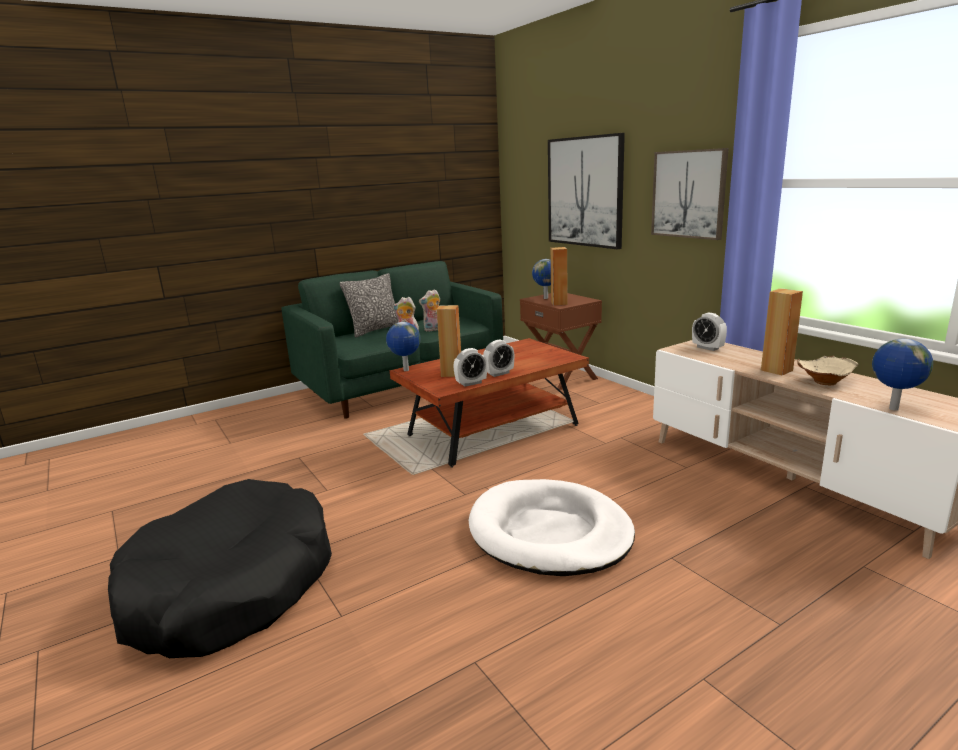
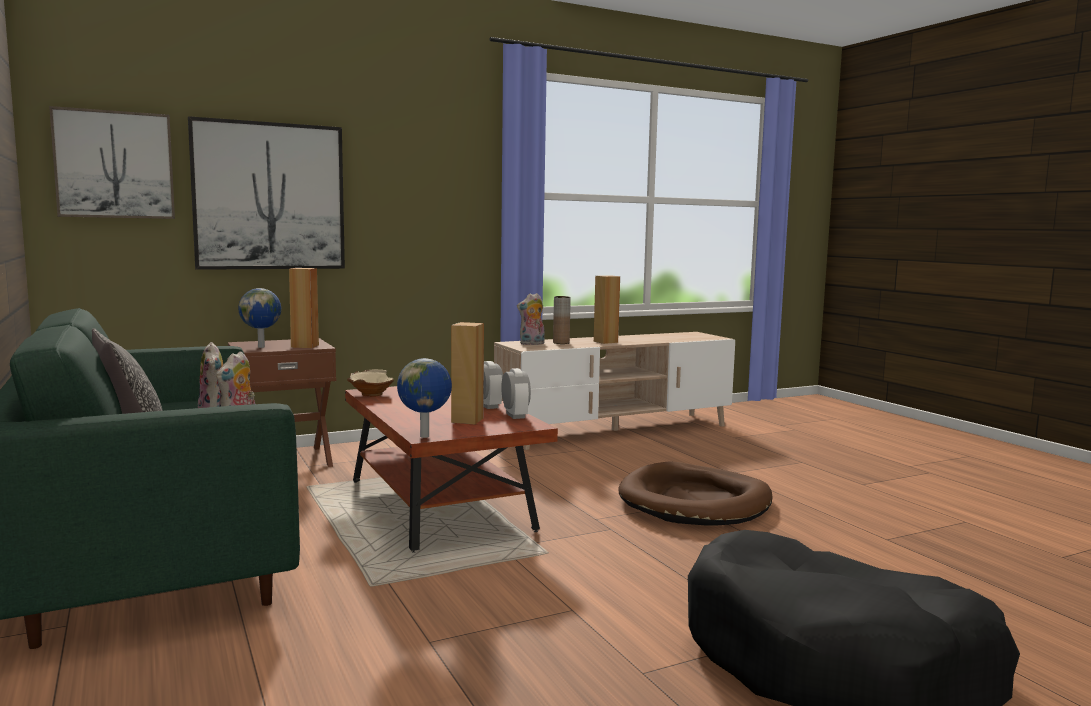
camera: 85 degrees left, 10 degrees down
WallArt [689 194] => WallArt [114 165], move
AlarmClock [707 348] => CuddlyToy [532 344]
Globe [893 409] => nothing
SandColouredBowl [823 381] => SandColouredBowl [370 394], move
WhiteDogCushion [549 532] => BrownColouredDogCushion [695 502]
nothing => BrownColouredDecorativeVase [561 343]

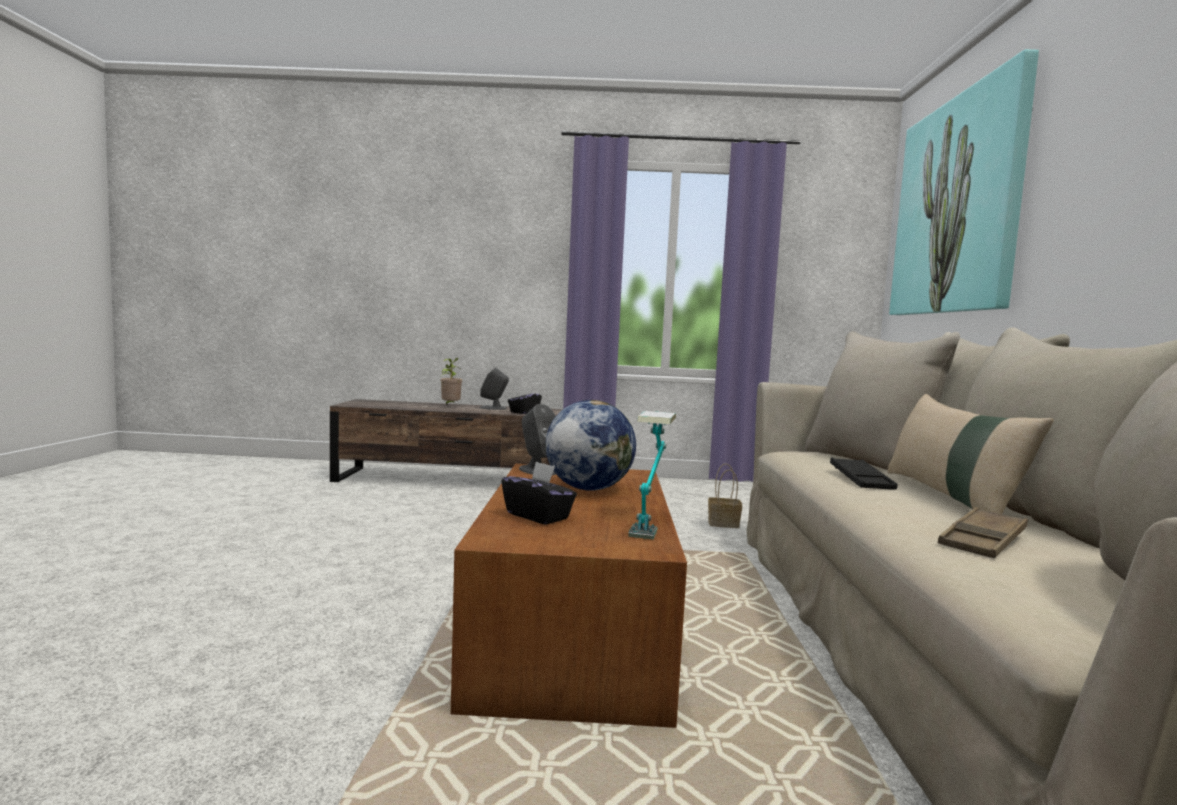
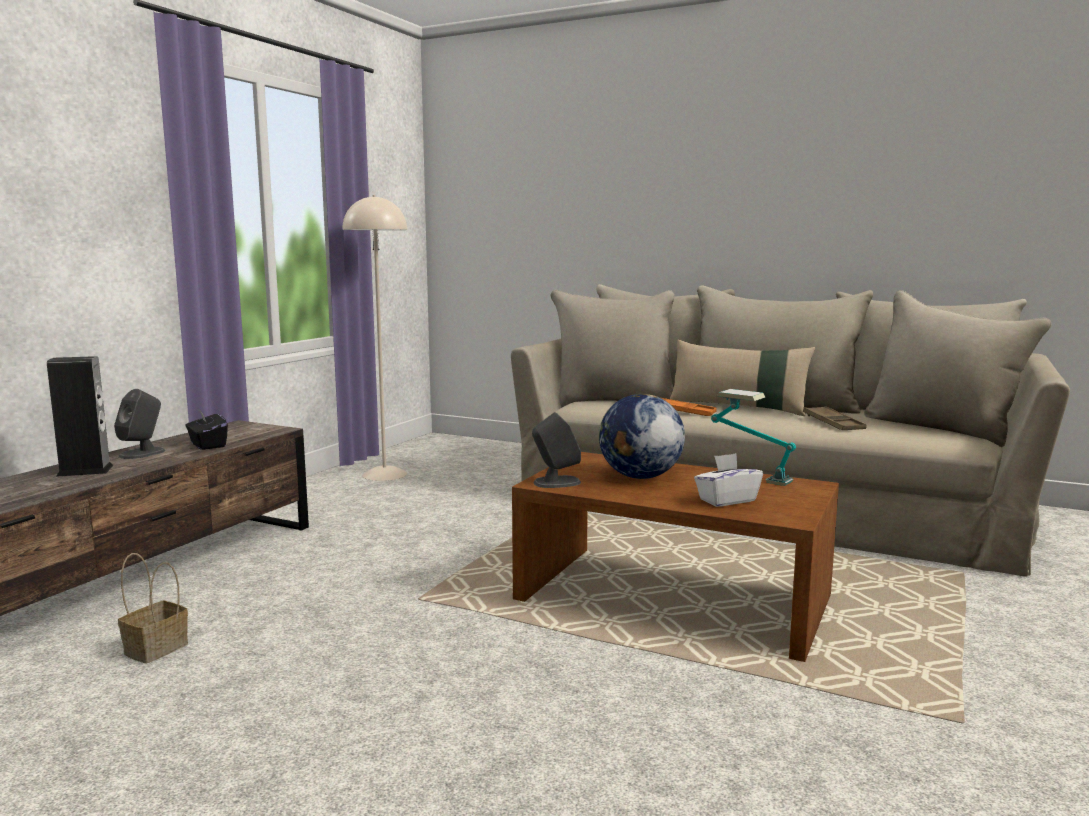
camera: 65 degrees left, 5 degrees up
WallArt [958 206] => nothing
PlantInAPot [450 407] => Speaker [85 470]
BlackServingTray [861 480] => OrangeColouredServingTray [684 412]
BlackTissueHolder [538 516] => WhiteTissueHolder [726 500]
HouseholdBasket [724 523] => HouseholdBasket [157 648], move
nothing => SandColouredStandingLamp [385 474]

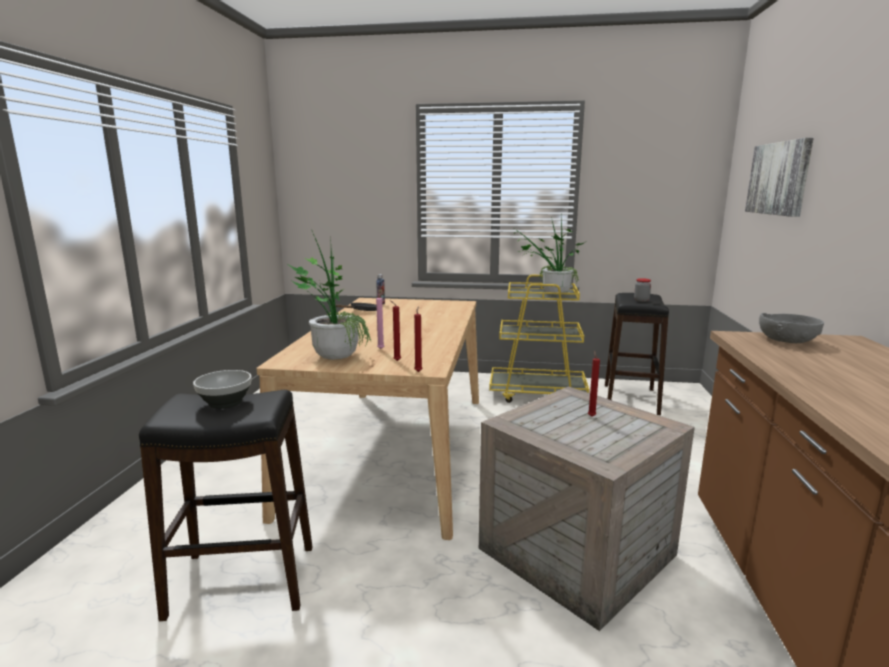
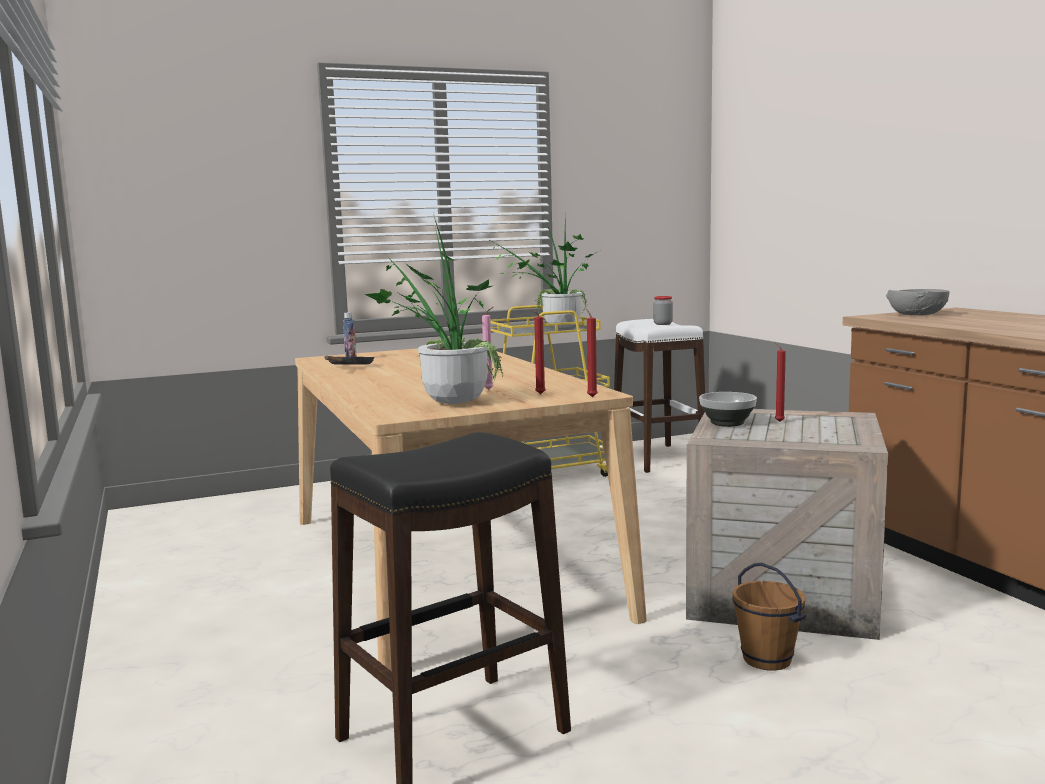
camera: 30 degrees left, 5 degrees down
WallArt [779 178] => nothing
BlackSittingStool [631 399] => WhiteSittingStool [658 458]
Bowl [225 403] => Bowl [728 423], move
nothing => BrownColouredWaterBucket [767 659]

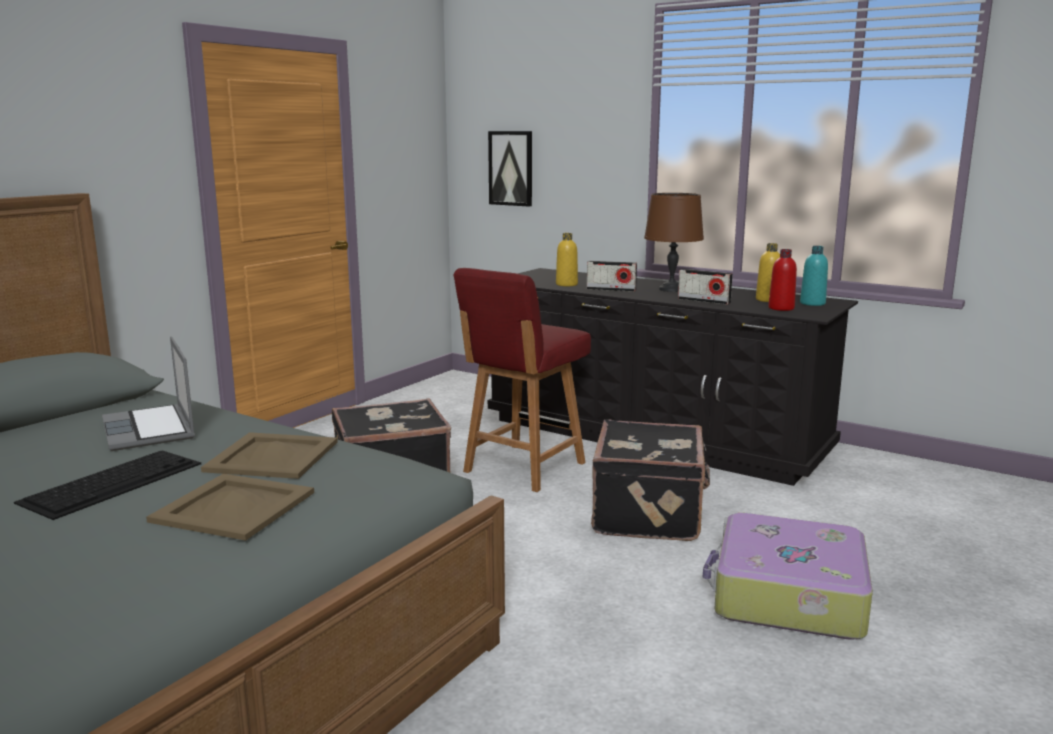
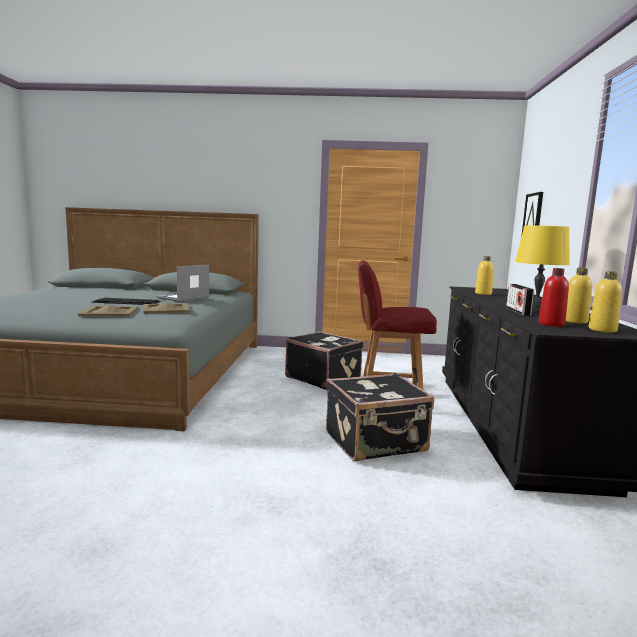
camera: 60 degrees right, 5 degrees down
BrownColouredTabletopLamp [672 289] => YellowishTabletopLamp [536 306]
TurquoiseBottle [812 303] => YellowishBottle [602 330]
Radio [611 290] => nothing
TravelCase [787 595] => nothing

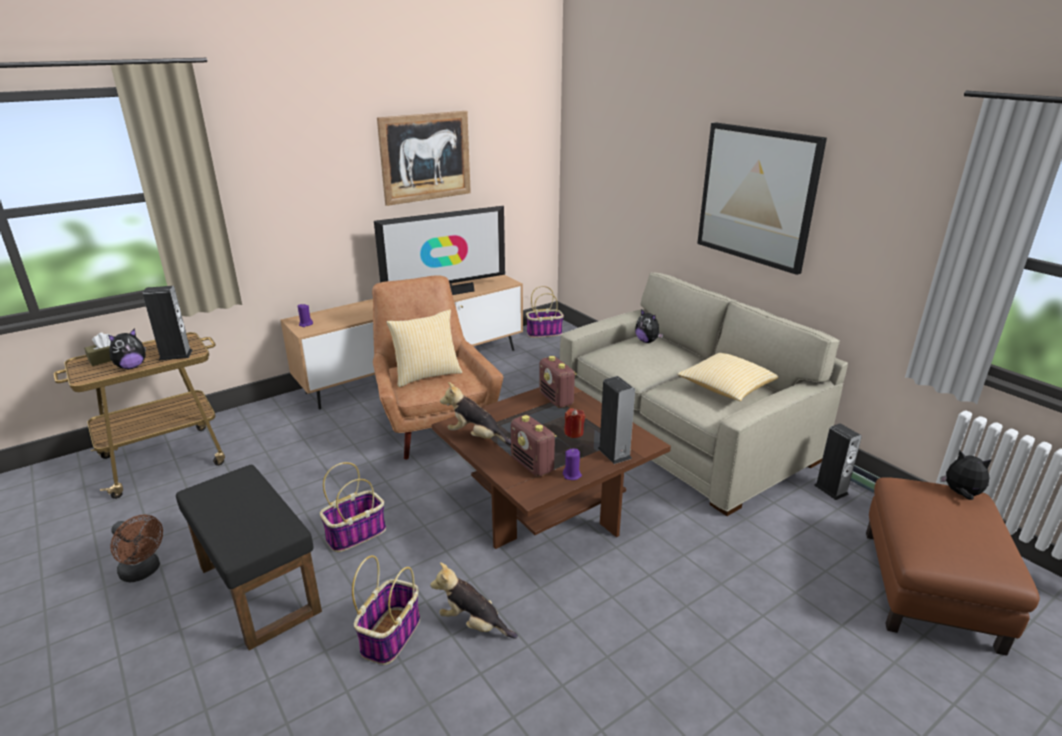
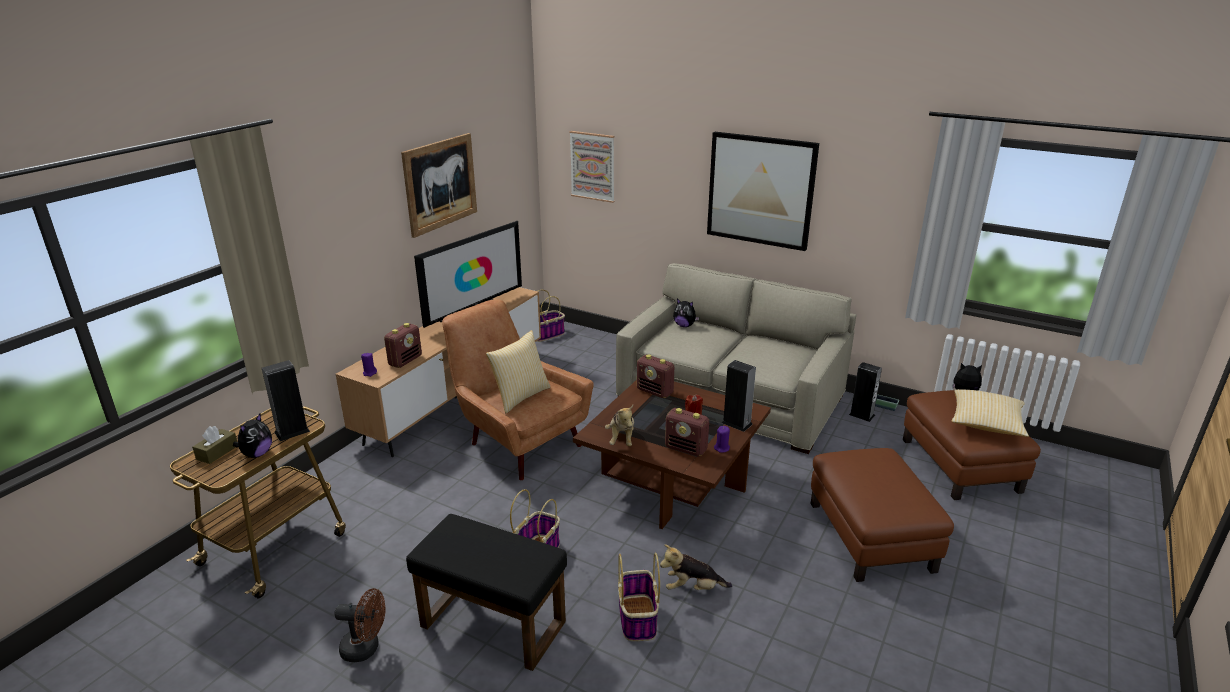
camera: 25 degrees left, 0 degrees up
Pillow [725 389] => Pillow [985 424], move
CuddlyToy [476 437] => CuddlyToy [621 438], 90 degrees counterclockwise
nothing => WallArt [593 166]
nothing => Radio [405 360]
nothing => BrownColouredPouffe [871 536]

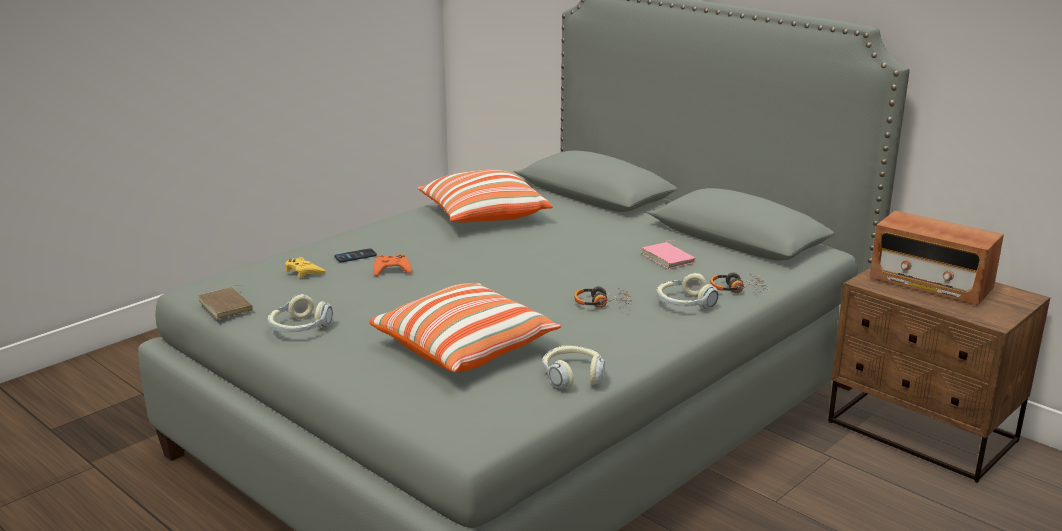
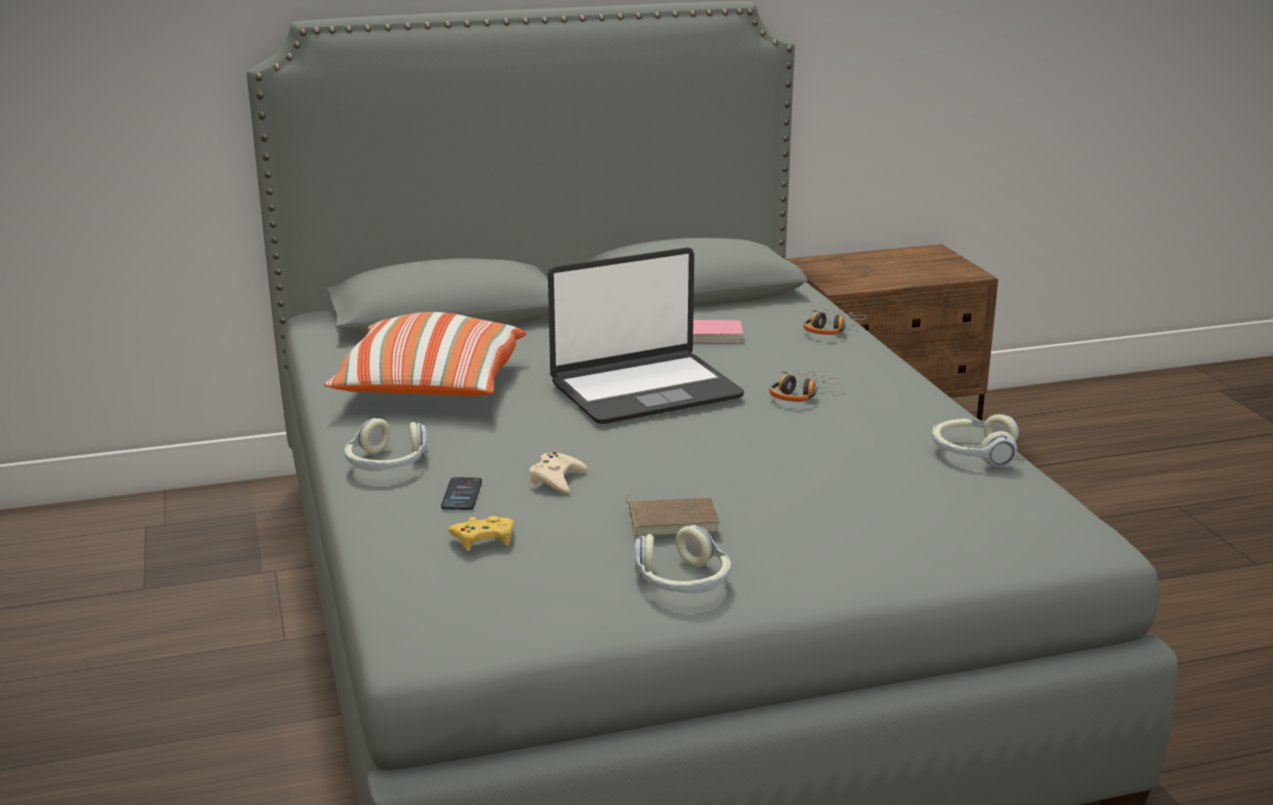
camera: 60 degrees left, 0 degrees up
Radio [930 285] => nothing
OrangeColouredJoypad [391 269] => SandColouredJoypad [557 479]
PairOfHeadphones [684 304] => PairOfHeadphones [387 465], move
Pillow [466 348] => nothing
BrownColouredBook [227 306] => BrownColouredBook [673 520], move
nothing => Laptop [644 390]

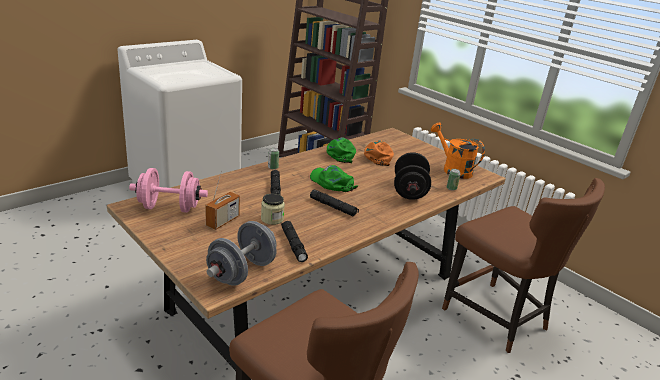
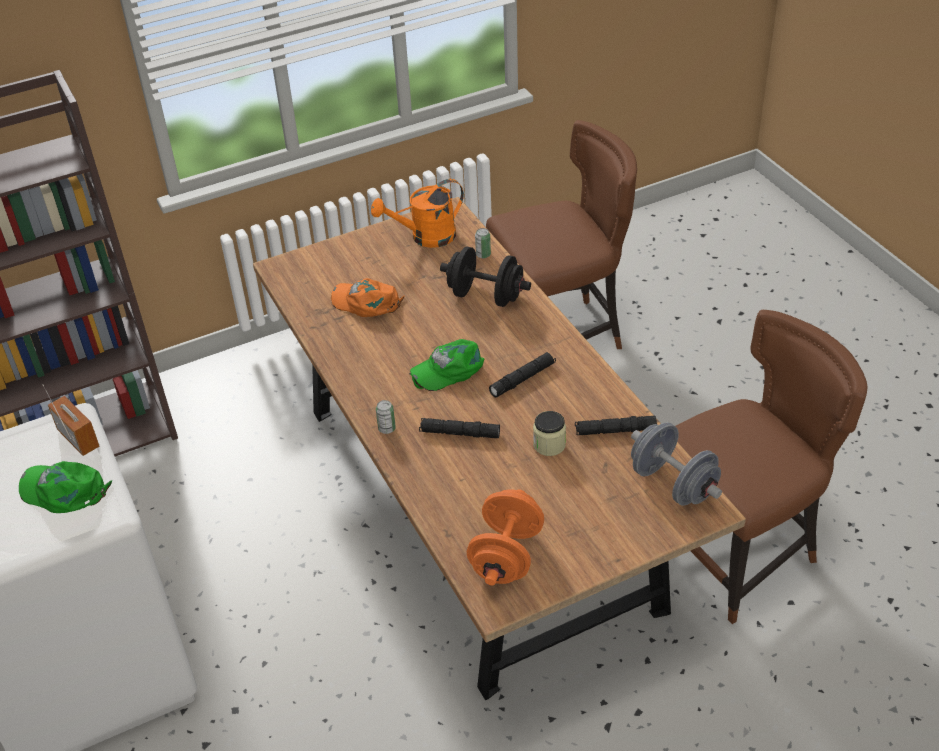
camera: 70 degrees left, 15 degrees up
GreenishBaseballCap [341 153] => GreenishBaseballCap [64 491], move
PinkColouredHandWeight [169 208] => OrangeColouredHandWeight [506 556]
Radio [223 221] => Radio [78 439], move

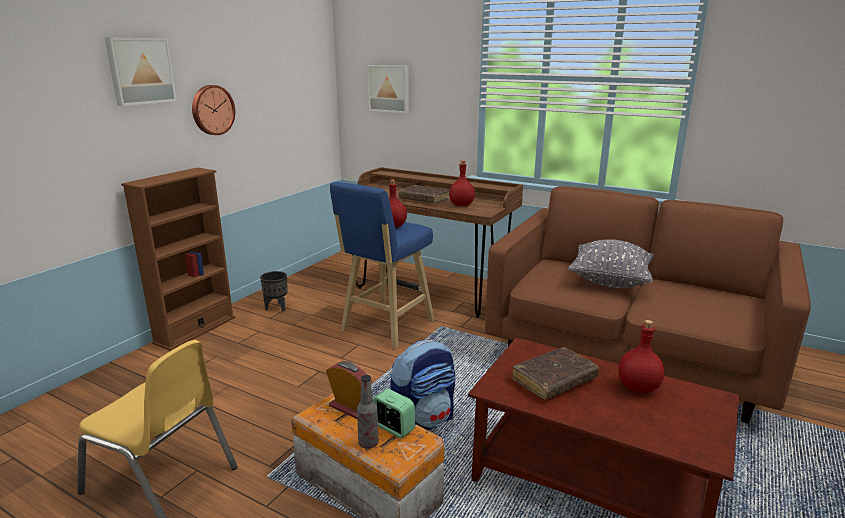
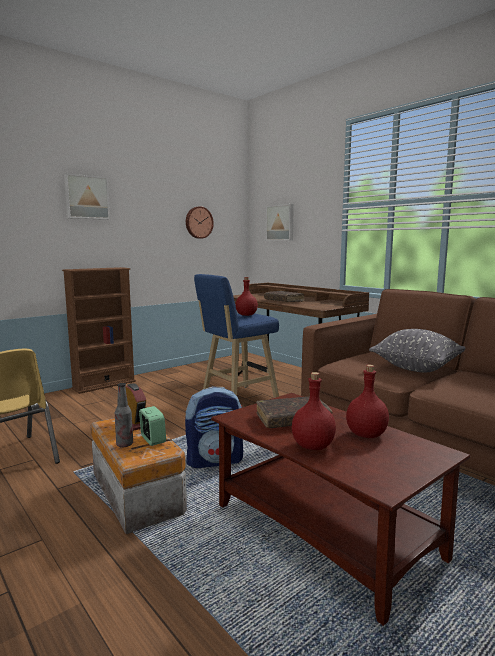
camera: 20 degrees right, 10 degrees down
WallClock [212 110] => WallClock [198 222], move
RedColouredBottle [461 205] => RedColouredBottle [312 446], move
BlackPlanter [277 307] => nothing

